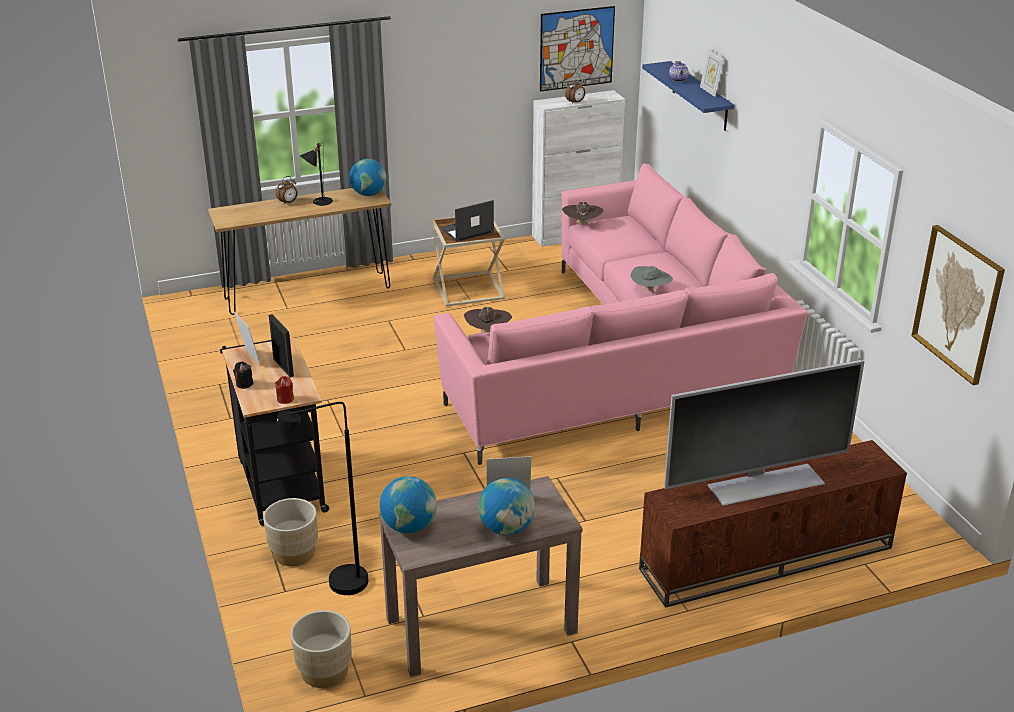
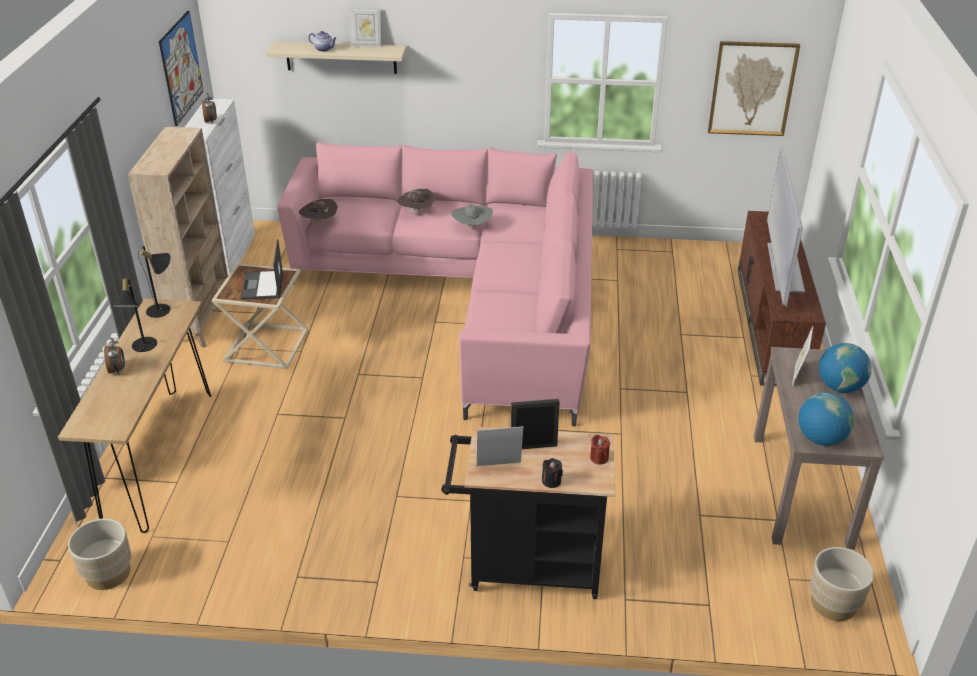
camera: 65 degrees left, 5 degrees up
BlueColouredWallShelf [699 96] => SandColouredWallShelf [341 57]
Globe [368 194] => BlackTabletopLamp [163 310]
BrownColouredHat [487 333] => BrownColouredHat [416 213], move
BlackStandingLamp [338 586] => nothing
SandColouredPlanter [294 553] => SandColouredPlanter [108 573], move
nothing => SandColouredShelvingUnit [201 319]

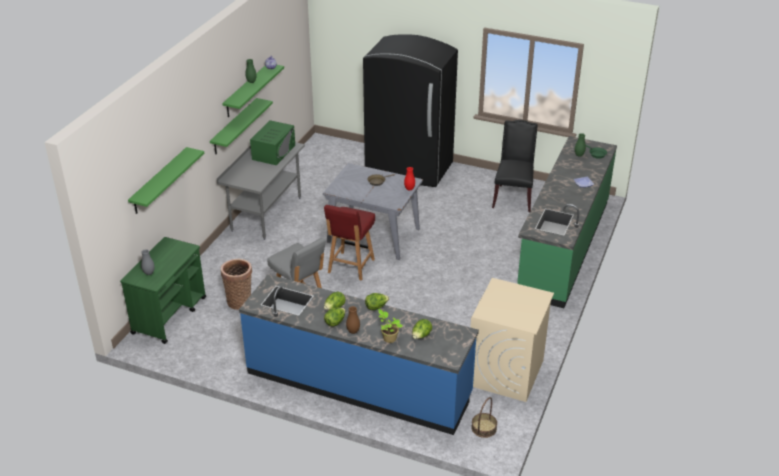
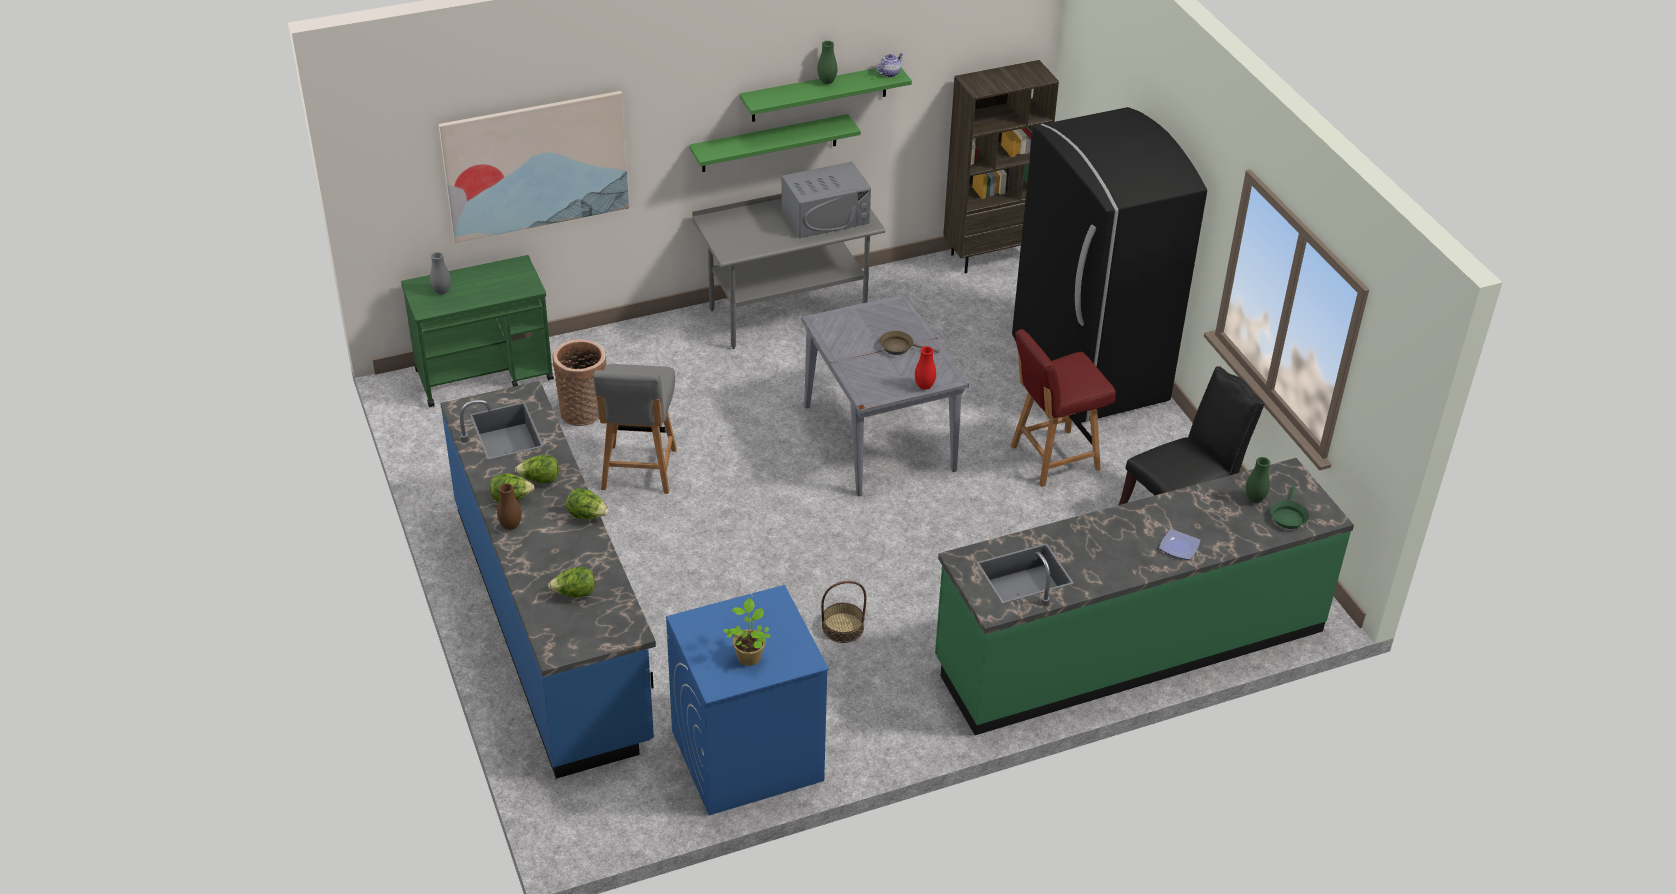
camera: 45 degrees right, 5 degrees up
GreenishKitchenMicrowave [274 152] => GreyKitchenMicrowave [825 217]
GreenishWallShelf [159 181] => WallArt [536 165]
RedColouredChair [350 266] => RedColouredChair [1052 458], move
SandColouredLaundryMachine [505 372] => BlueColouredLaundryMachine [746 756]
PlantInAPot [389 338] => PlantInAPot [749 656], move
HouseholdBasket [484 428] => HouseholdBasket [843 627], move
nothing => BrownColouredShelvingUnit [990 255]

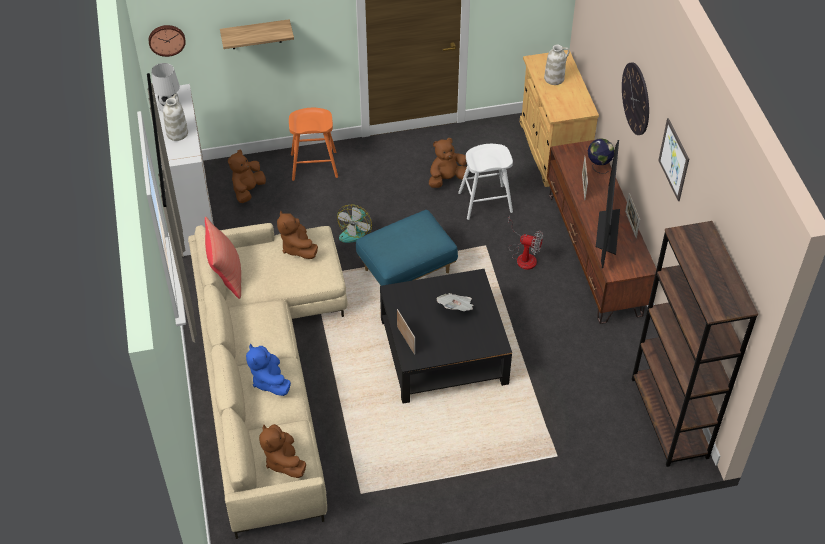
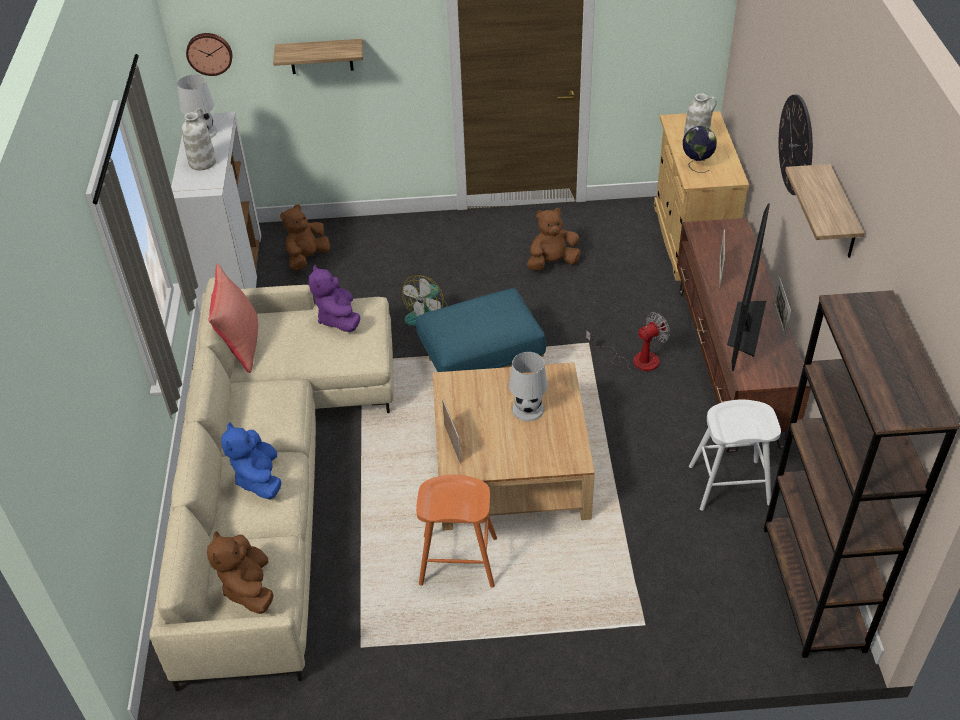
camera: 10 degrees right, 5 degrees down
OrangeColouredSittingStool [314 166] => OrangeColouredSittingStool [458 561], move
WallArt [674 159] => WallShelf [842 215]
Globe [598 166] => Globe [696 165], move
WhiteSittingStool [485 202] => WhiteSittingStool [729 485], move
BrownColouredCuddlyToy [297 247] => PurplishCuddlyToy [338 318]
ElectricFan [523 256] => ElectricFan [636 359], 60 degrees counterclockwise
BlackLowTable [443 351] => SandColouredLowTable [510 468]
DailyPaper [456 308] => WhiteTabletopLamp [528 409]

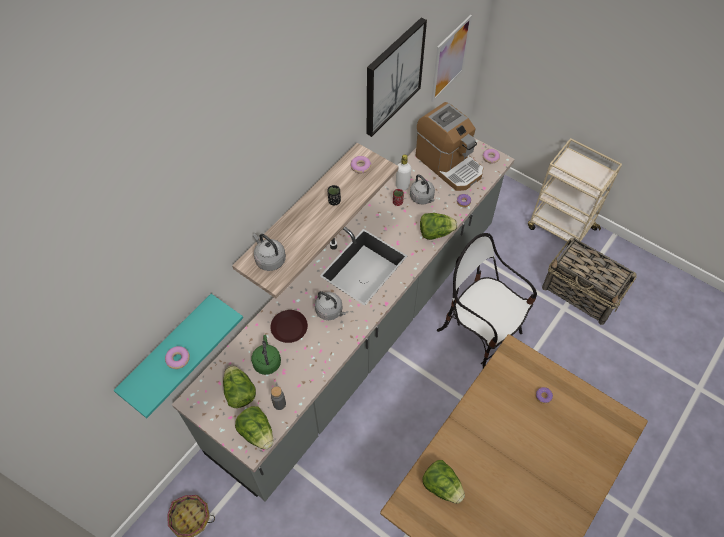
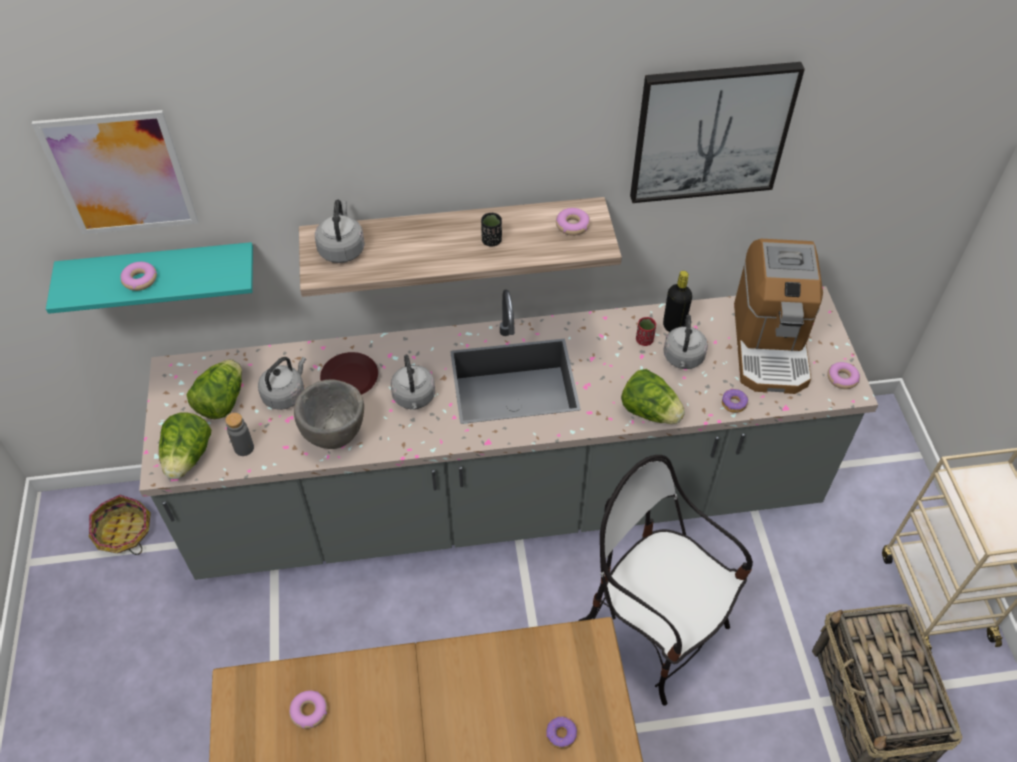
camera: 45 degrees right, 5 degrees down
WallArt [450 58] => WallArt [120 173], move
WhiteBottle [402 186] => BlackBottle [673 326]
Chair [479 334] => Chair [654 629], 45 degrees counterclockwise
GreenishWaterKettle [267 362] => GreyWaterKettle [285 394]
HeadOfLettuce [442 486] => Doughnut [309 711]
nothing => GreyBowl [335 437]

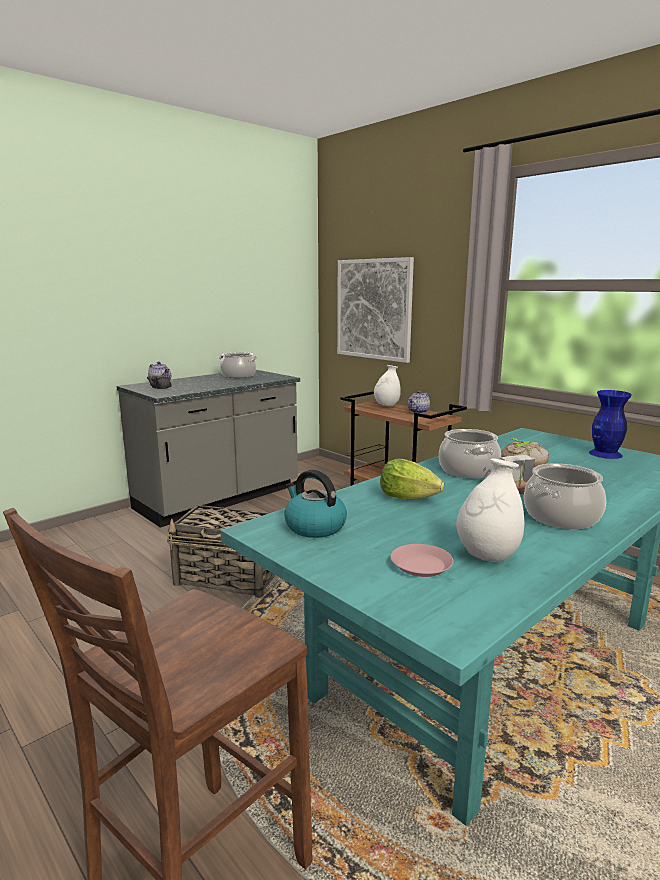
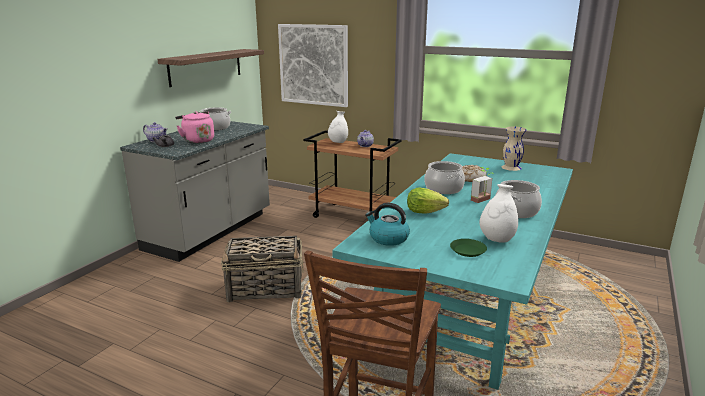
camera: 20 degrees left, 5 degrees up
BlueColouredDecorativeVase [605 454] => SandColouredDecorativeVase [511 167]
PinkColouredDinnerPlate [421 565] => GreenishDinnerPlate [467 250]
nothing => WallShelf [206 67]
nothing => PinkColouredWaterKettle [197 140]

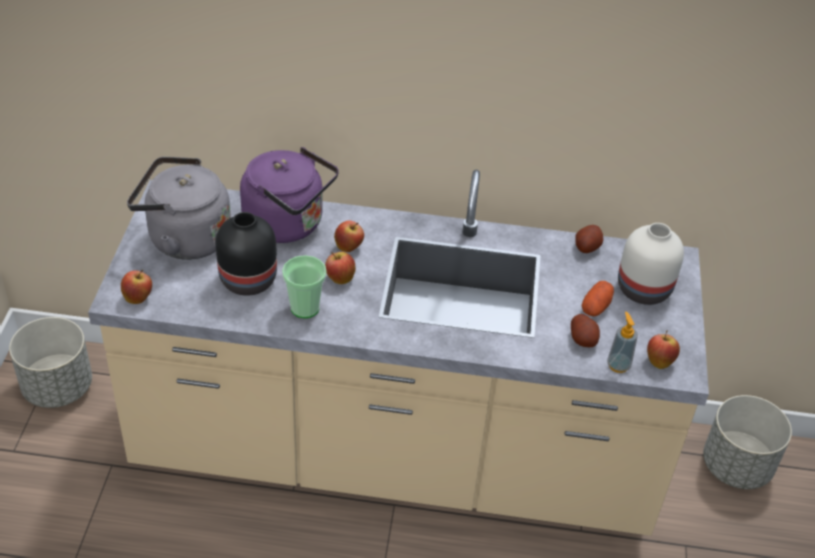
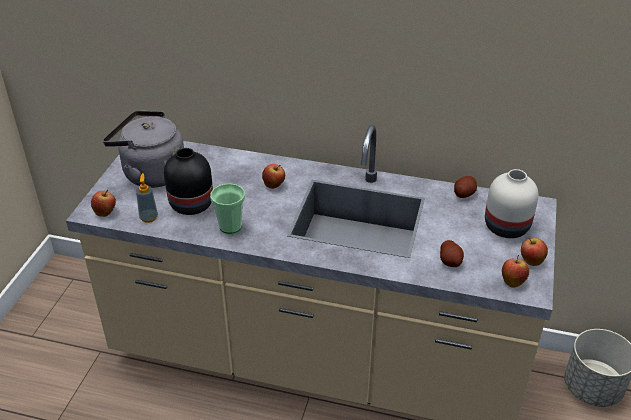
camera: 10 degrees right, 5 degrees down
PurplishWaterKettle [288 224] => nothing
Apple [340 278] => Apple [531 261], move
Spud [596 307] => nothing
LiquidSoapBottle [618 365] => LiquidSoapBottle [149 217], move
GreyPlanter [58 387] => nothing

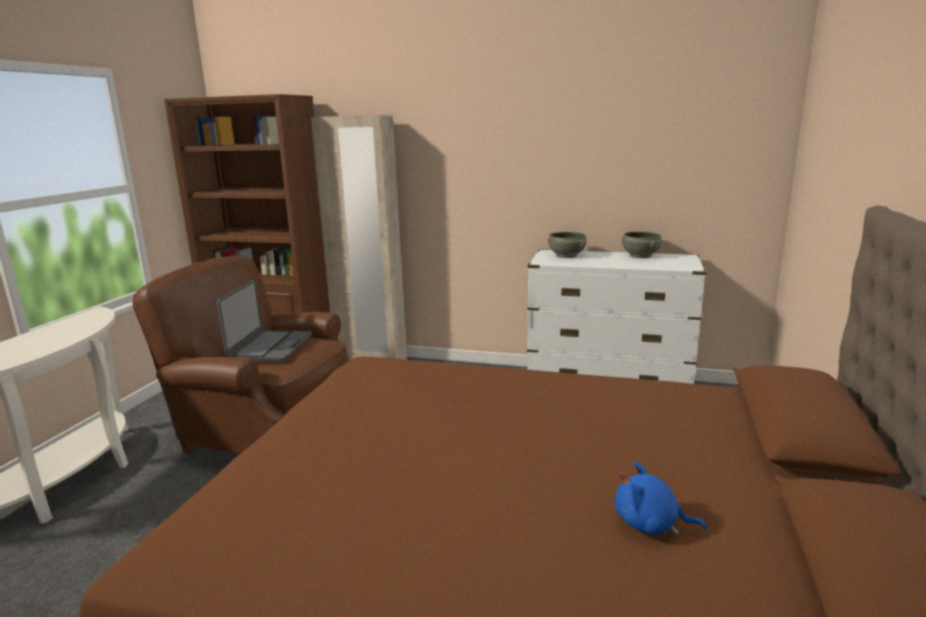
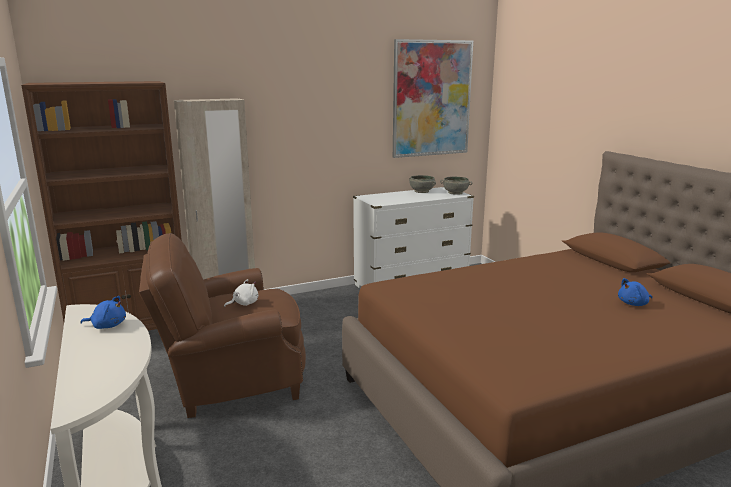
camera: 40 degrees left, 0 degrees up
GreyBowl [566 256] => GreyBowl [455 193], move
Laptop [270 347] => WhiteCuddlyToy [244 304]
nothing => WallArt [432 99]
nothing => BlueColouredCuddlyToy [107 325]

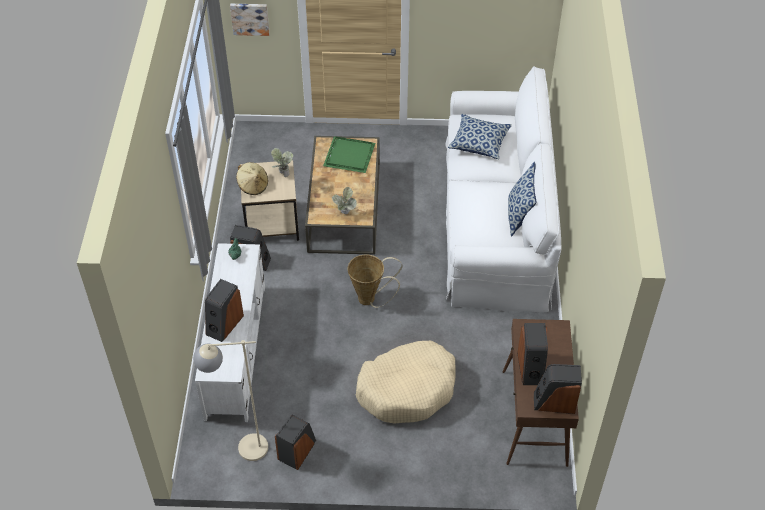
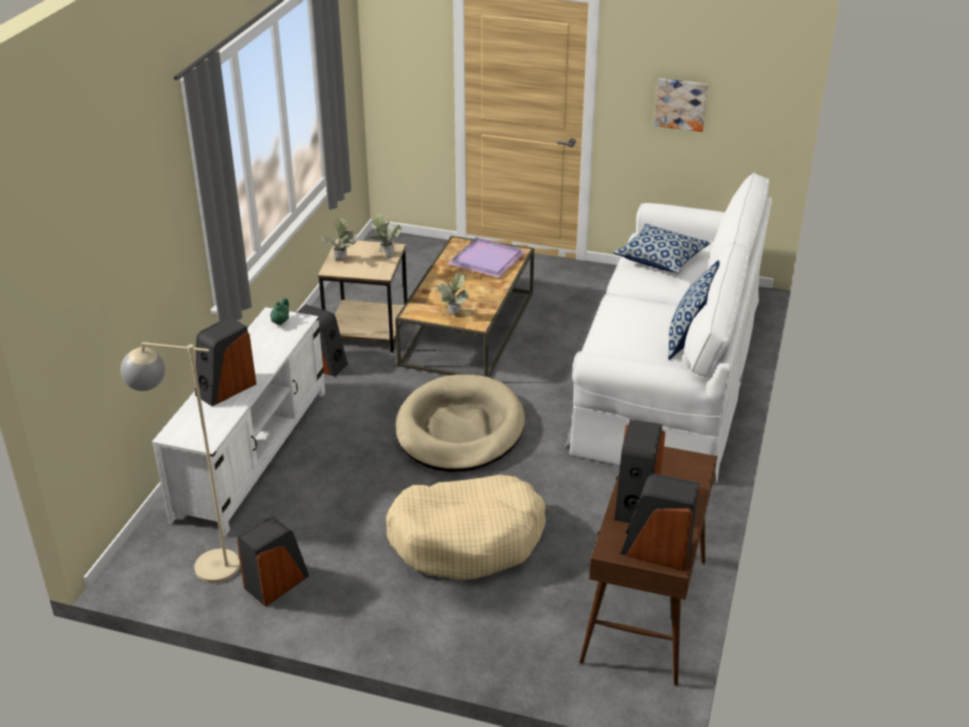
camera: 15 degrees right, 15 degrees down
WallArt [250 18] => WallArt [681 103], move
GreenishServingTray [348 155] => PurplishServingTray [486 259]
SandColouredHat [253 186] => PlantInAPot [341 260]
HouseholdBasket [370 300] => SandColouredDogCushion [460 429]

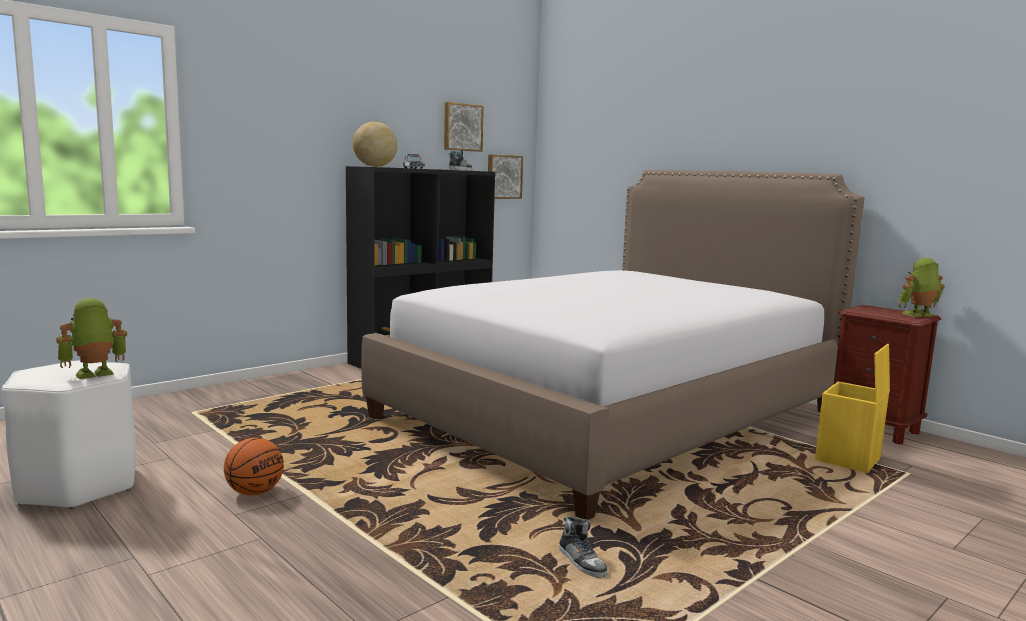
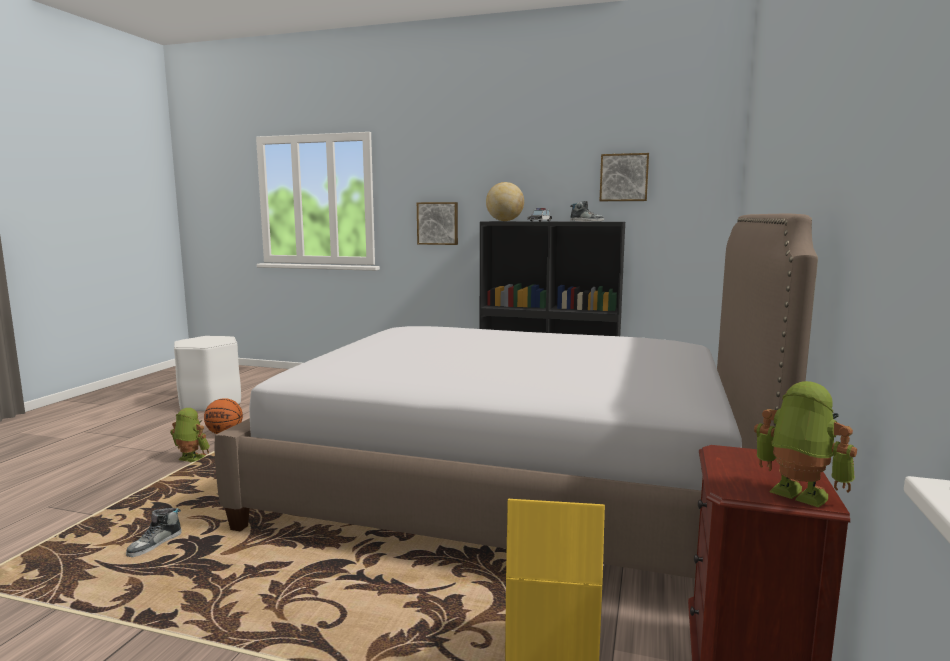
camera: 60 degrees right, 0 degrees up
WallArt [503 177] => WallArt [438 223], move
ModelRobot [94 375] => ModelRobot [190 459], move

